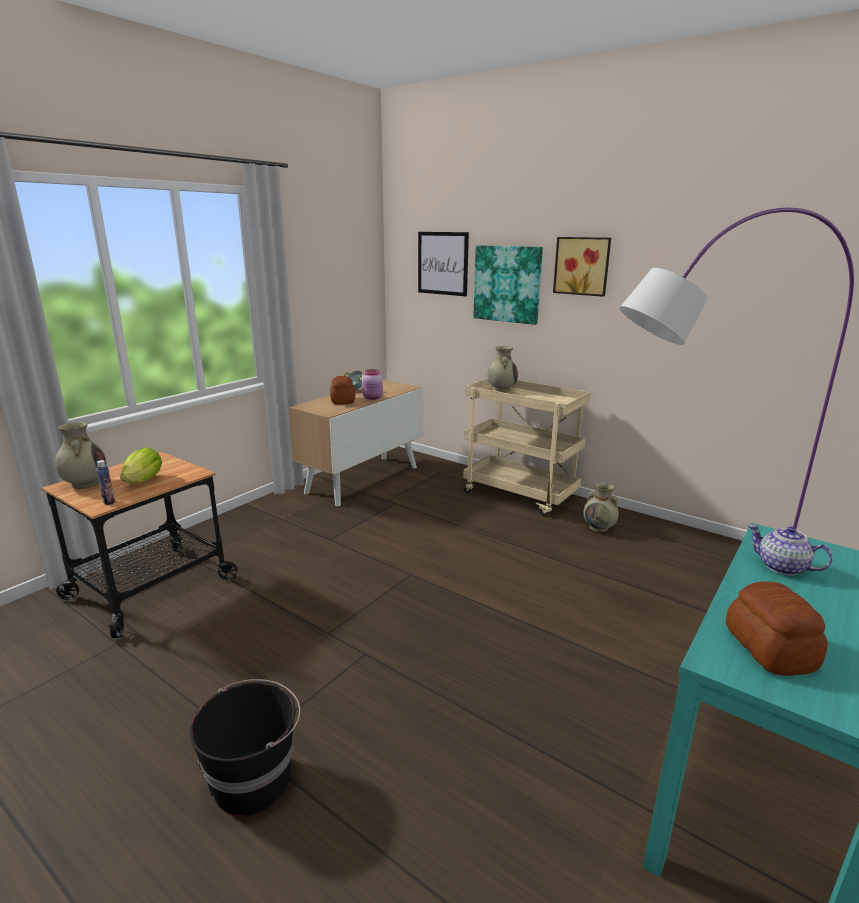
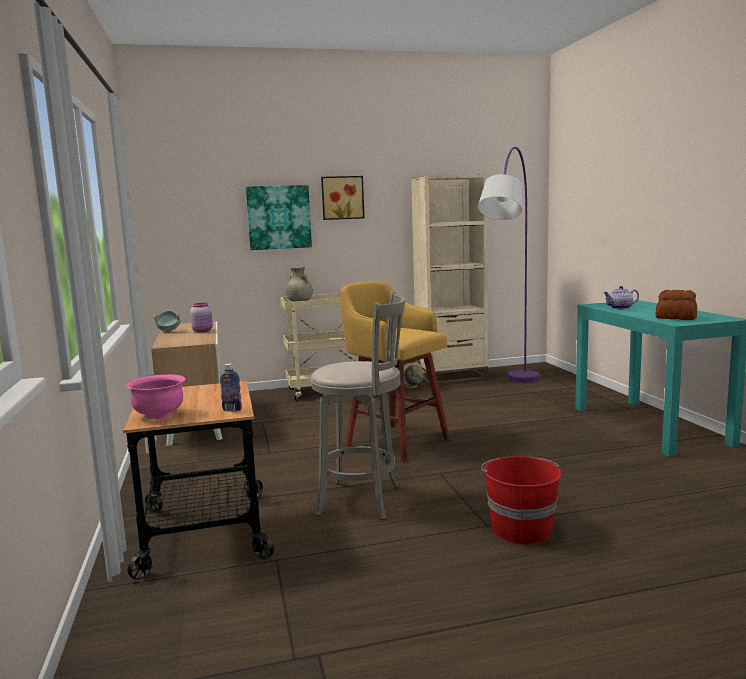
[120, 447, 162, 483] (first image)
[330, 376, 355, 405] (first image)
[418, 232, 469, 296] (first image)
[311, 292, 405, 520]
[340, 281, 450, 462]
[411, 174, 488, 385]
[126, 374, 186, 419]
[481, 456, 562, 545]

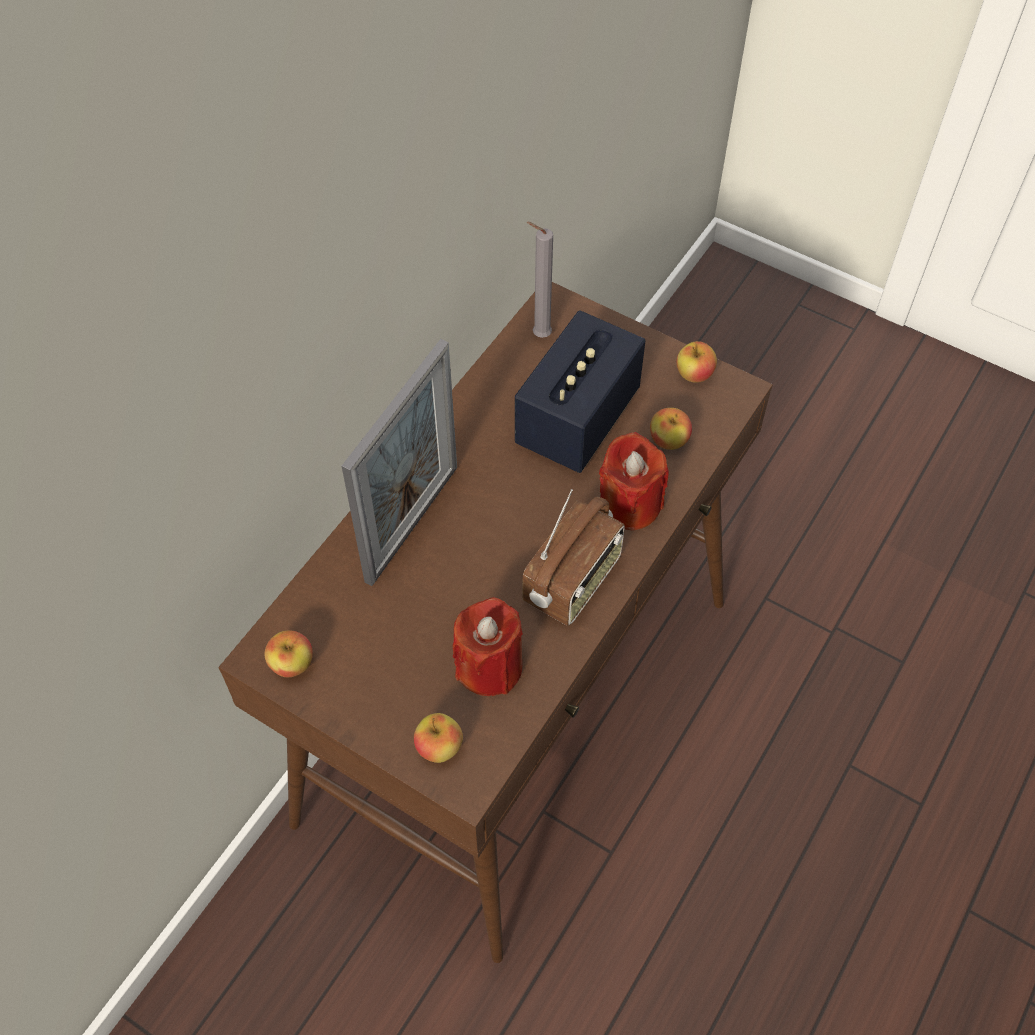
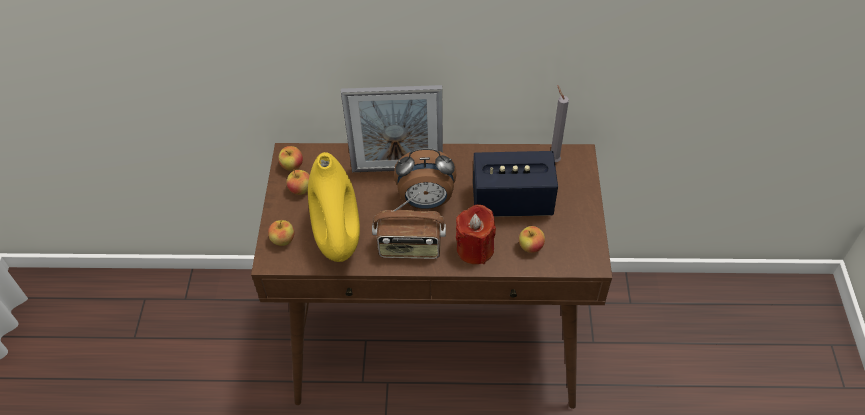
[394, 148, 456, 209]
[287, 170, 310, 195]
[308, 152, 360, 262]

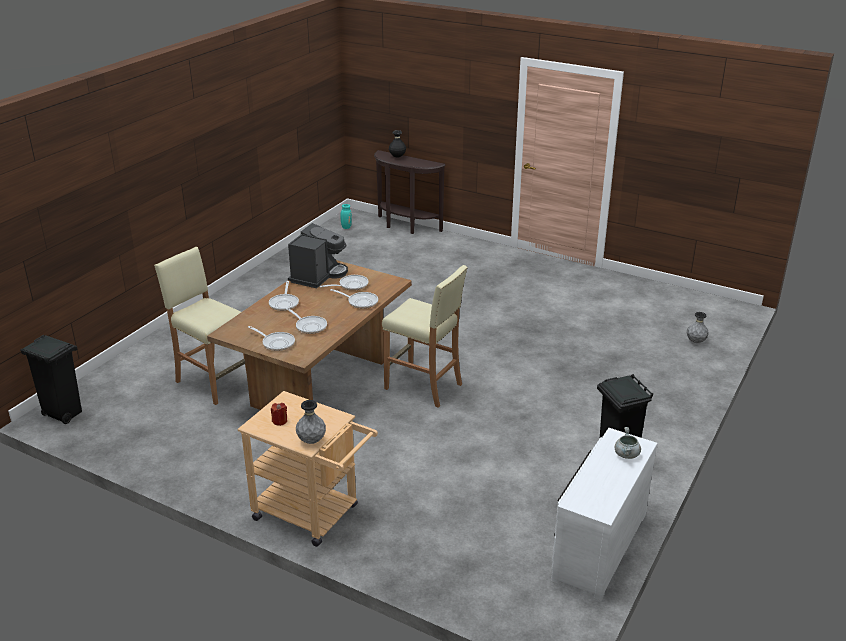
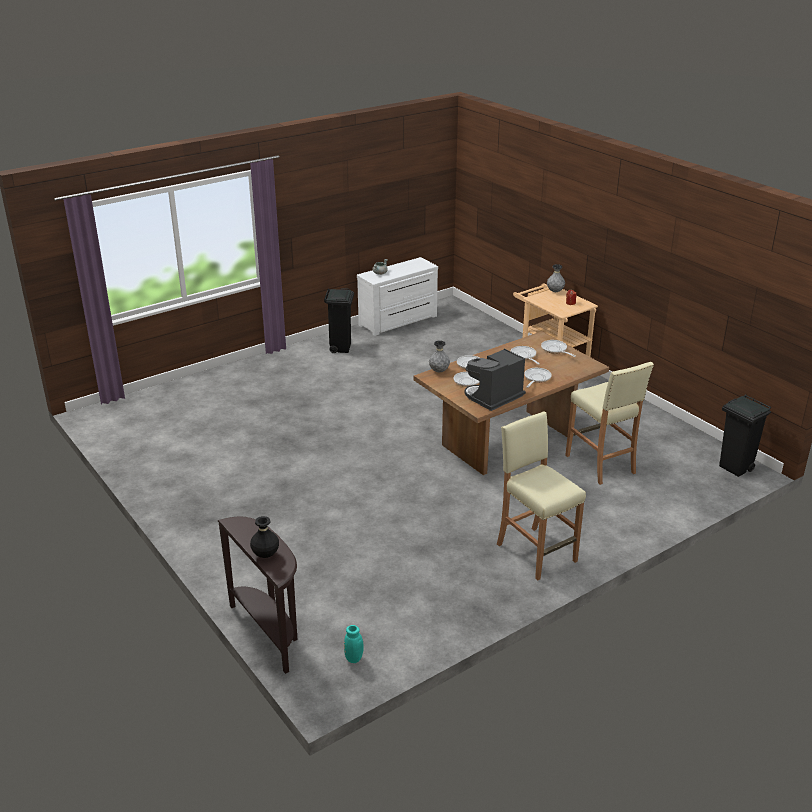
[497, 411, 586, 580]
[429, 340, 450, 372]

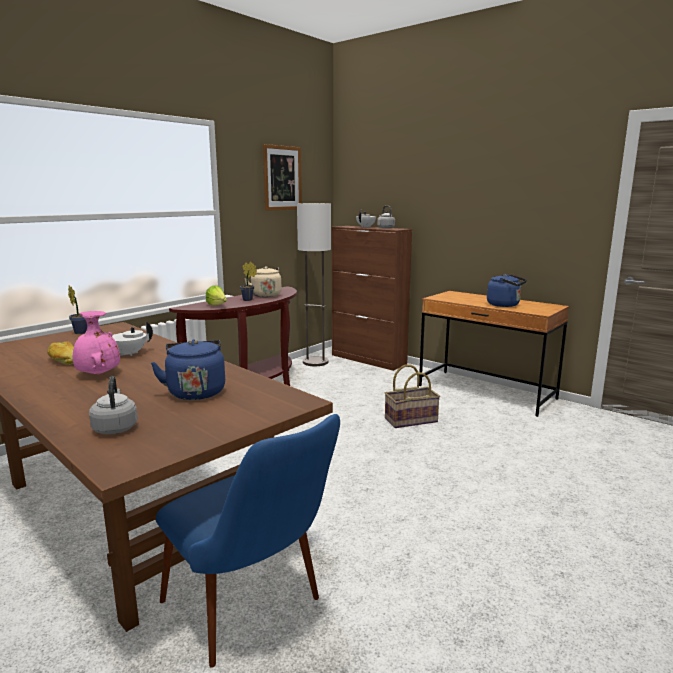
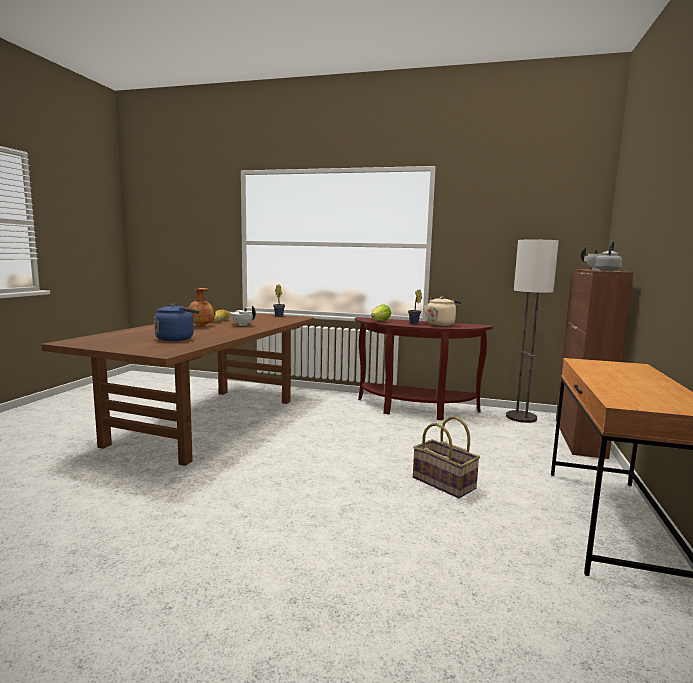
[89, 376, 138, 434] (first image)
[156, 414, 340, 668] (first image)
[263, 144, 302, 211] (first image)
[487, 274, 527, 307] (first image)
[189, 288, 216, 327]

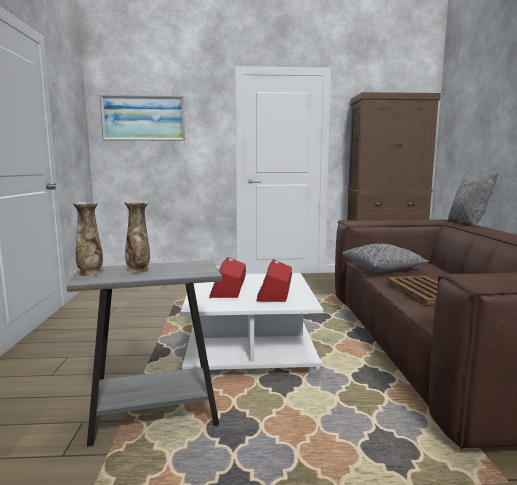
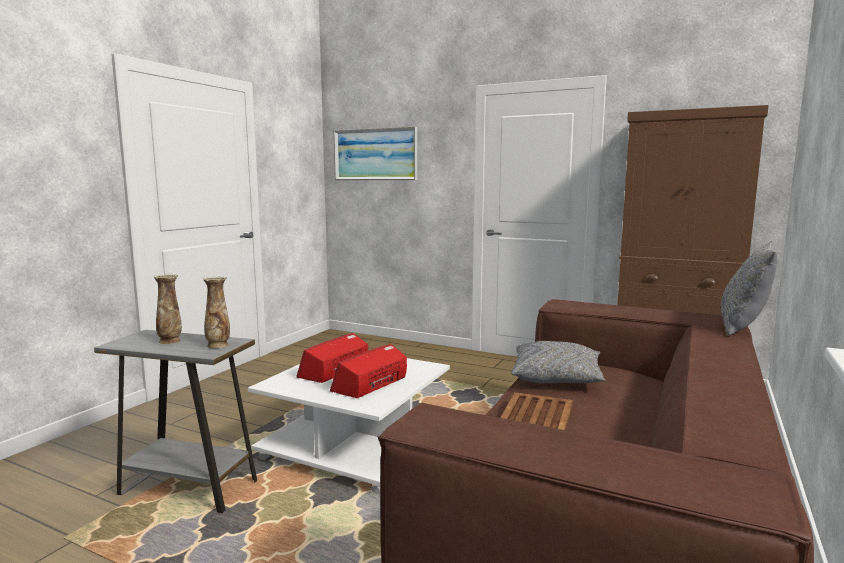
[203, 276, 230, 348]

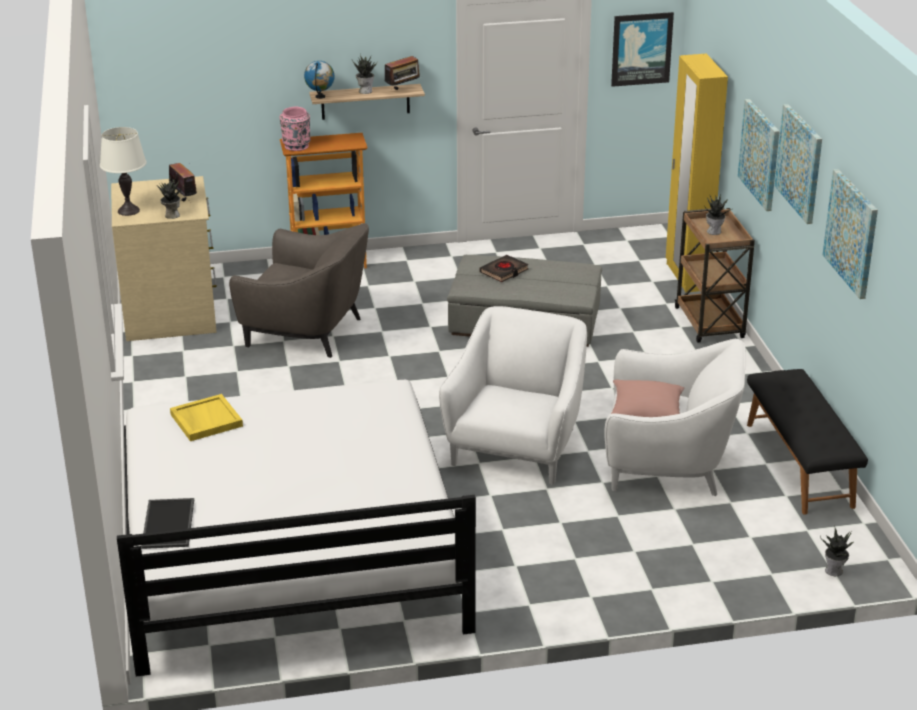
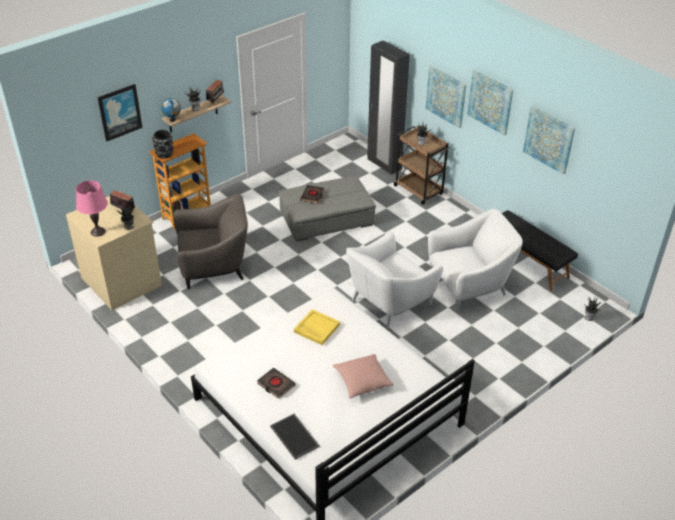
[257, 368, 295, 399]
[294, 309, 340, 345]
[97, 84, 142, 142]
[332, 354, 394, 398]
[76, 180, 108, 237]
[152, 130, 173, 159]
[367, 40, 410, 175]
[346, 231, 443, 328]

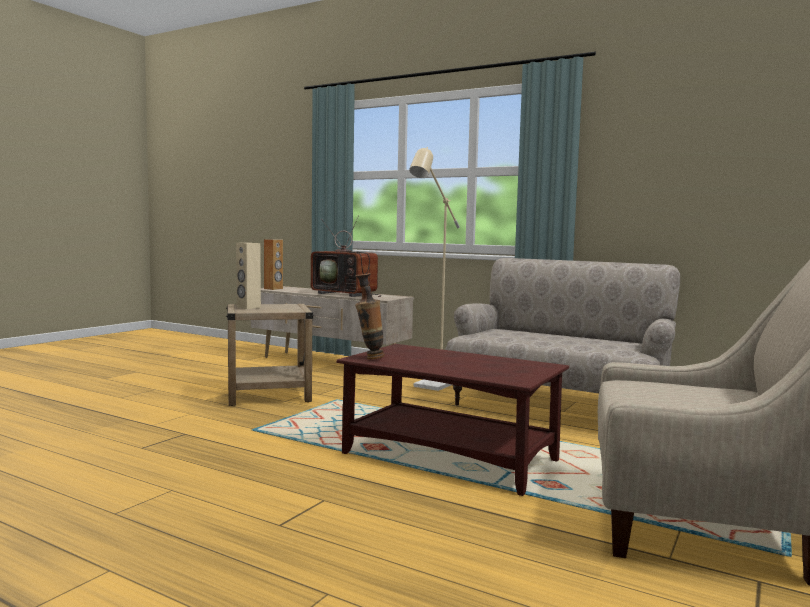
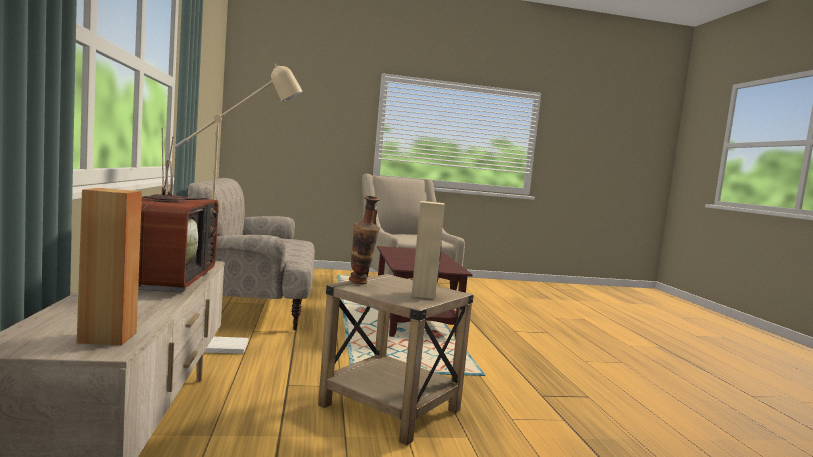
[349, 196, 380, 285]

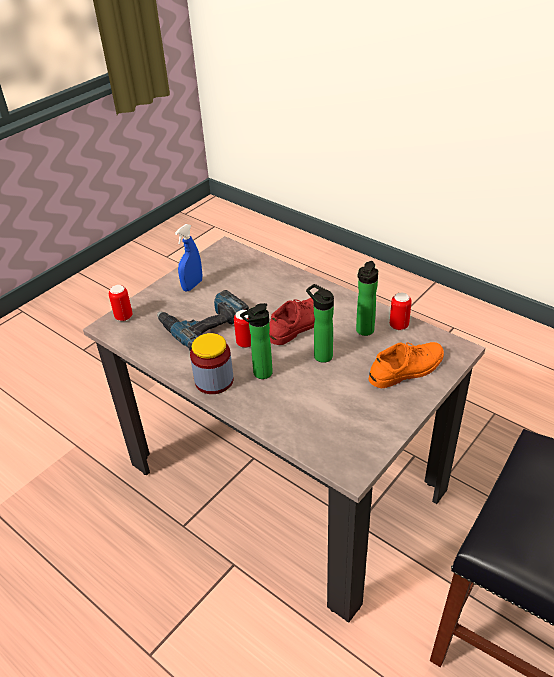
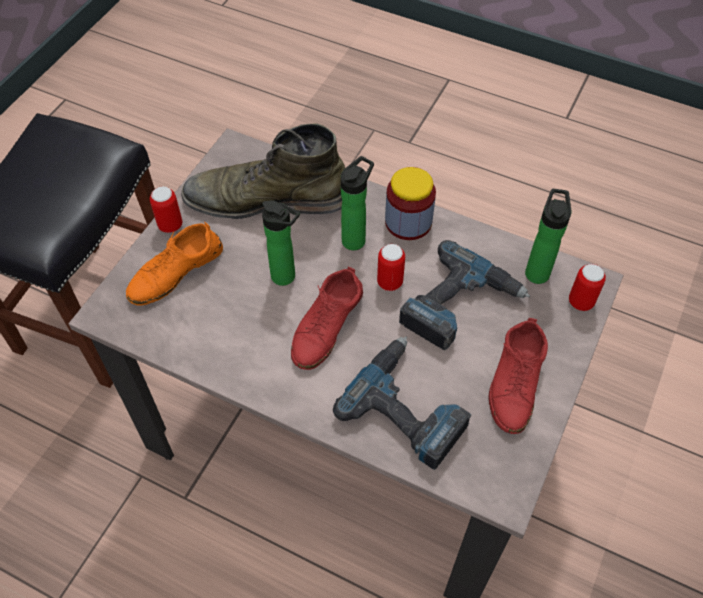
[181, 123, 345, 219]
[333, 337, 472, 470]
[525, 189, 572, 284]
[150, 186, 182, 233]
[489, 318, 548, 434]

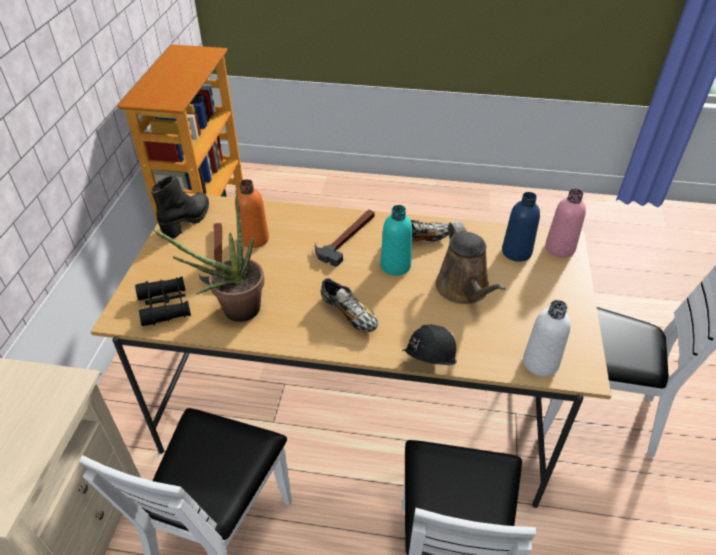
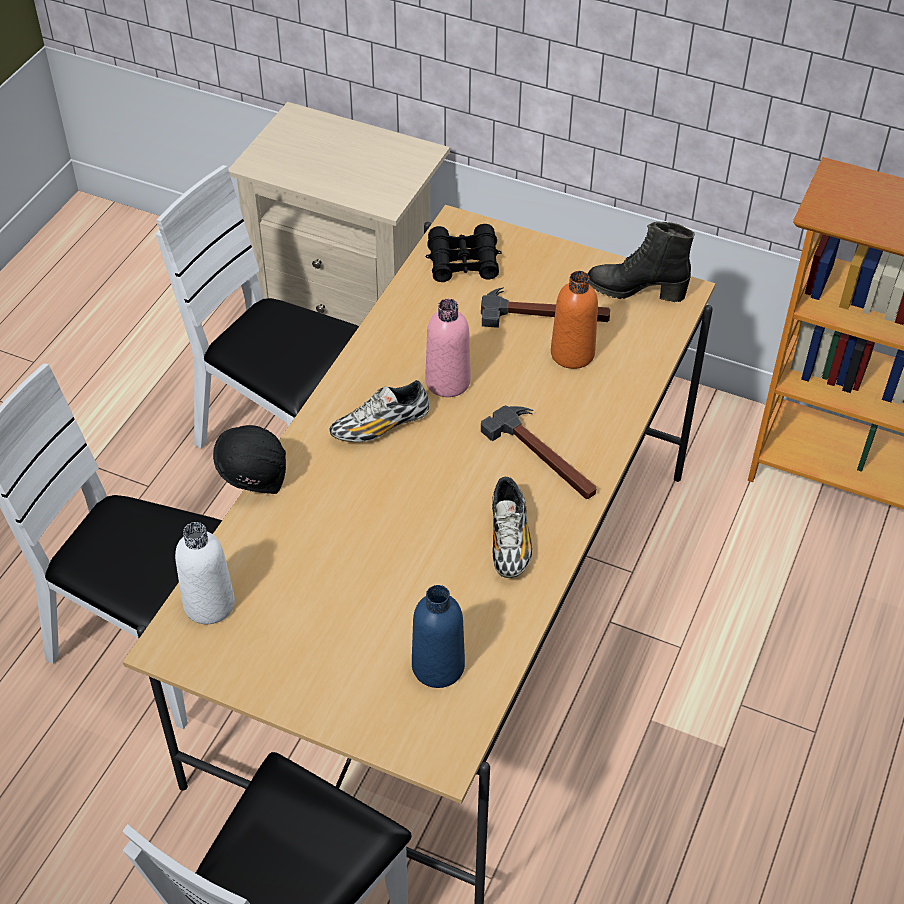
[152, 191, 265, 322] (first image)
[380, 205, 412, 276] (first image)
[435, 221, 505, 304] (first image)
[425, 299, 471, 397]
[587, 222, 695, 302]

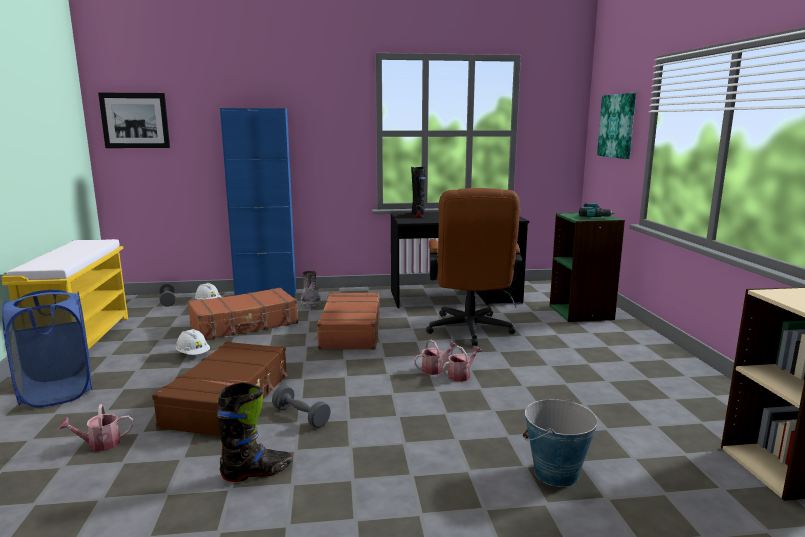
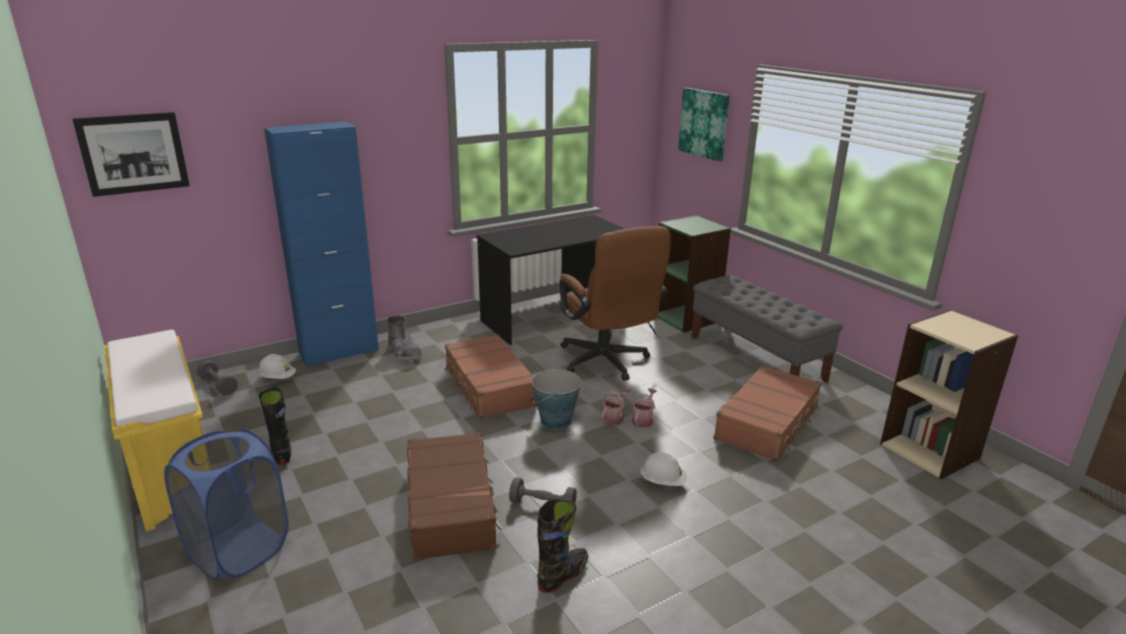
[58, 404, 133, 451] (first image)
[579, 203, 615, 217] (first image)
[691, 275, 843, 383]
[639, 452, 687, 486]
[713, 365, 821, 462]
[259, 387, 291, 465]
[531, 367, 582, 430]

